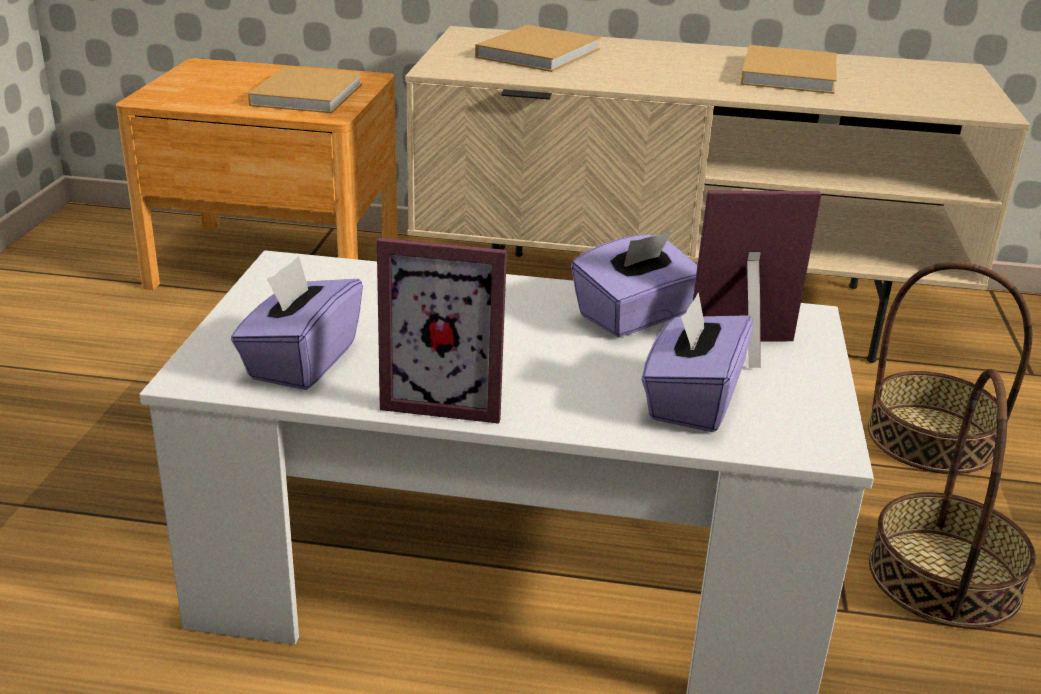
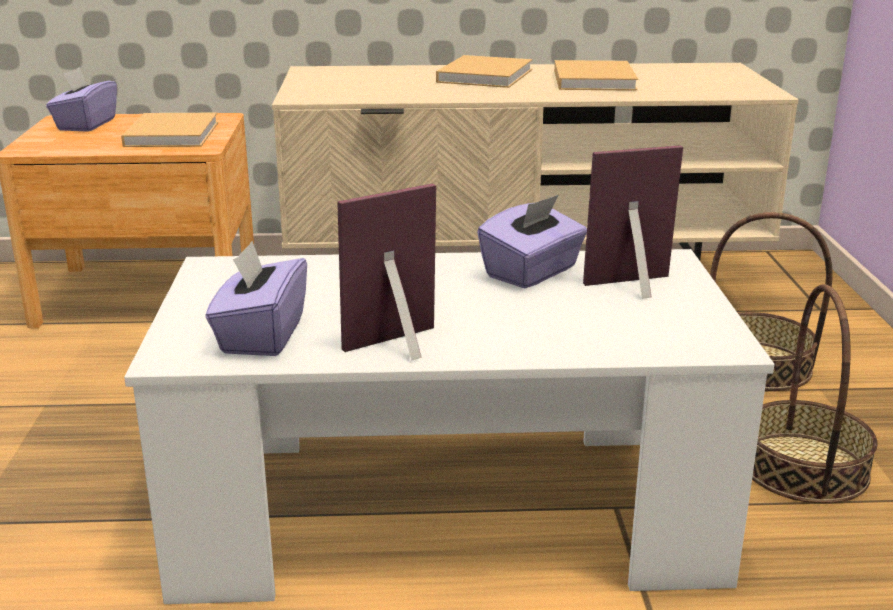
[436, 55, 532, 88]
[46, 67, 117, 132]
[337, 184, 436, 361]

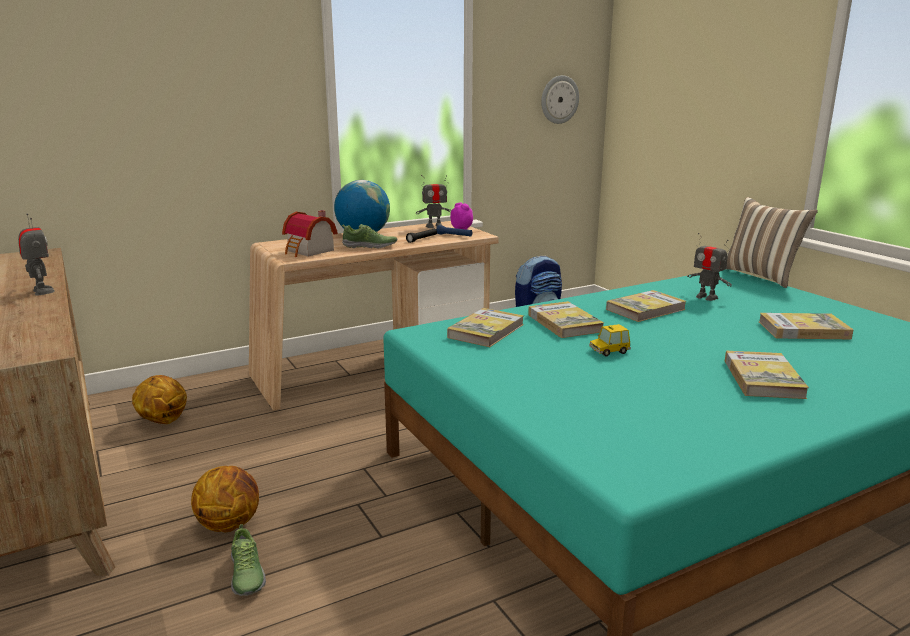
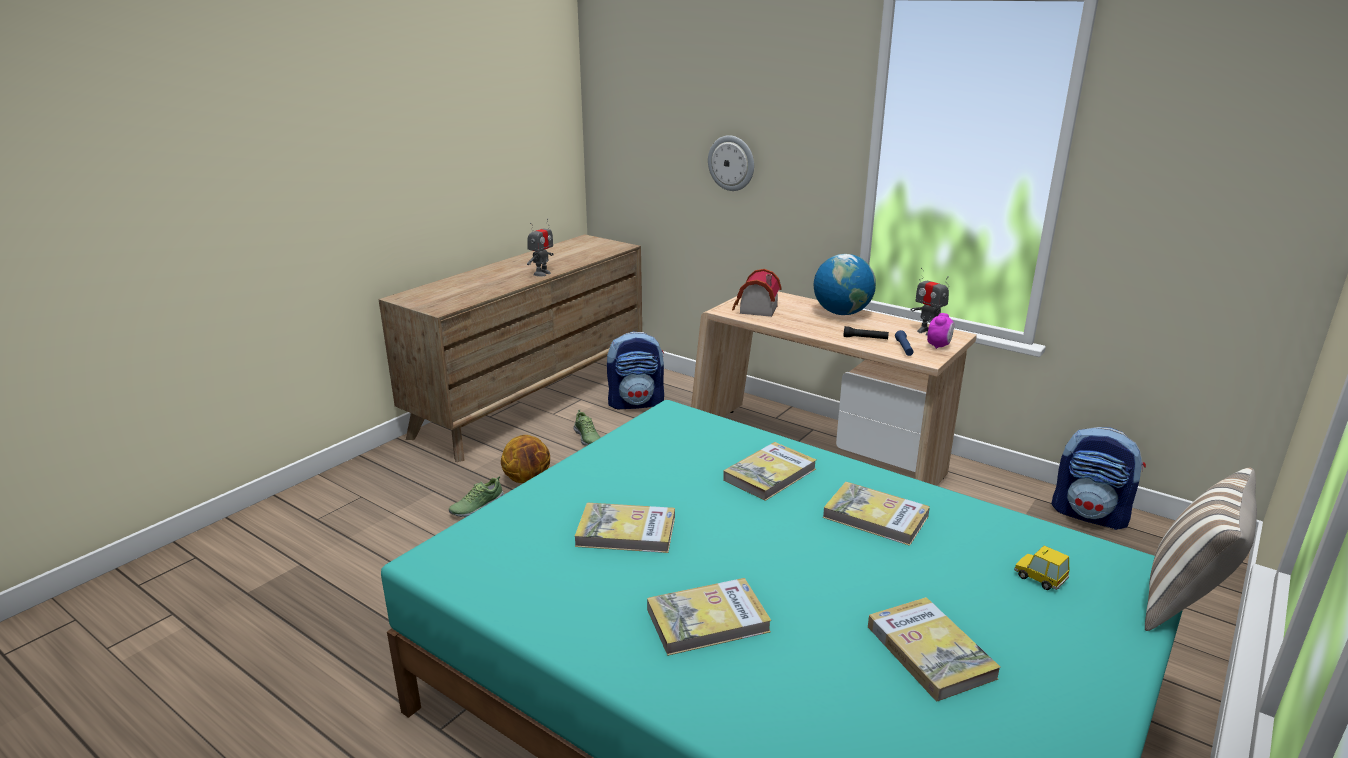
[687, 233, 732, 301] (first image)
[573, 410, 601, 446]
[575, 503, 675, 553]
[708, 135, 754, 191]
[1014, 545, 1069, 590]
[607, 331, 664, 409]

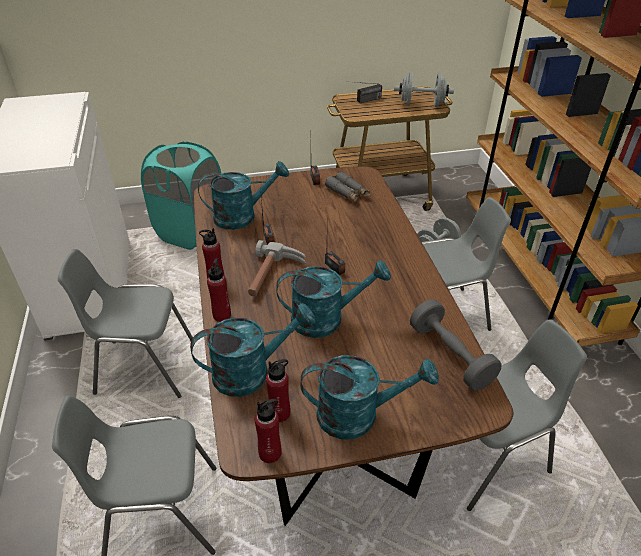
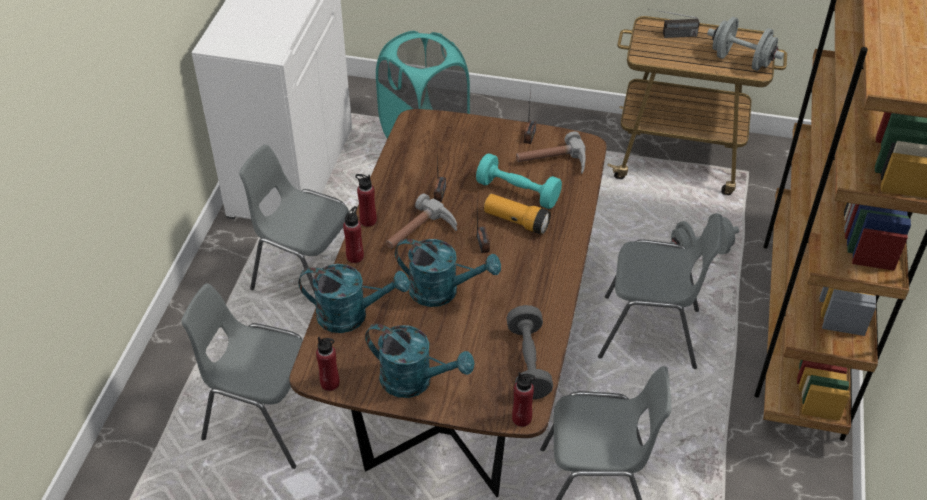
[198, 161, 289, 230] (first image)
[476, 153, 562, 209]
[484, 194, 551, 235]
[512, 372, 535, 427]
[516, 131, 586, 174]

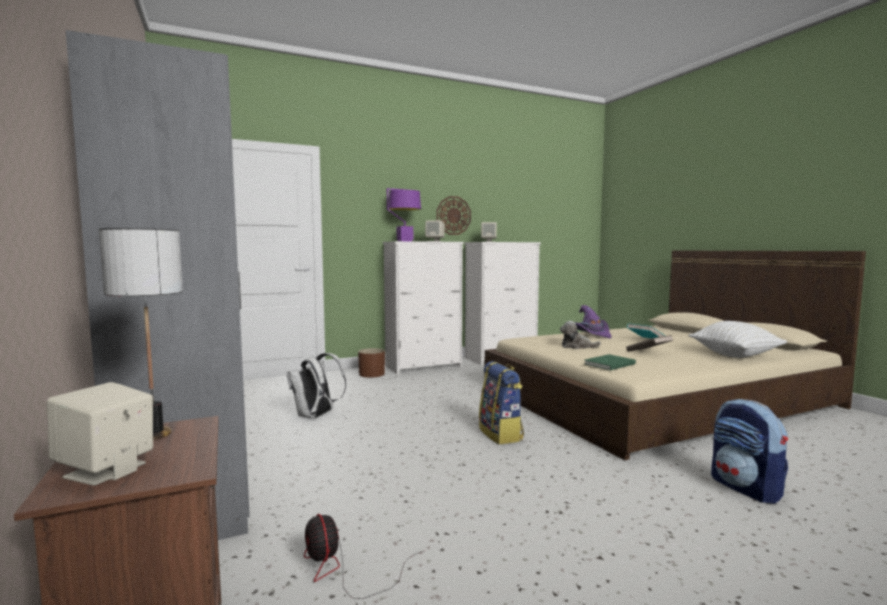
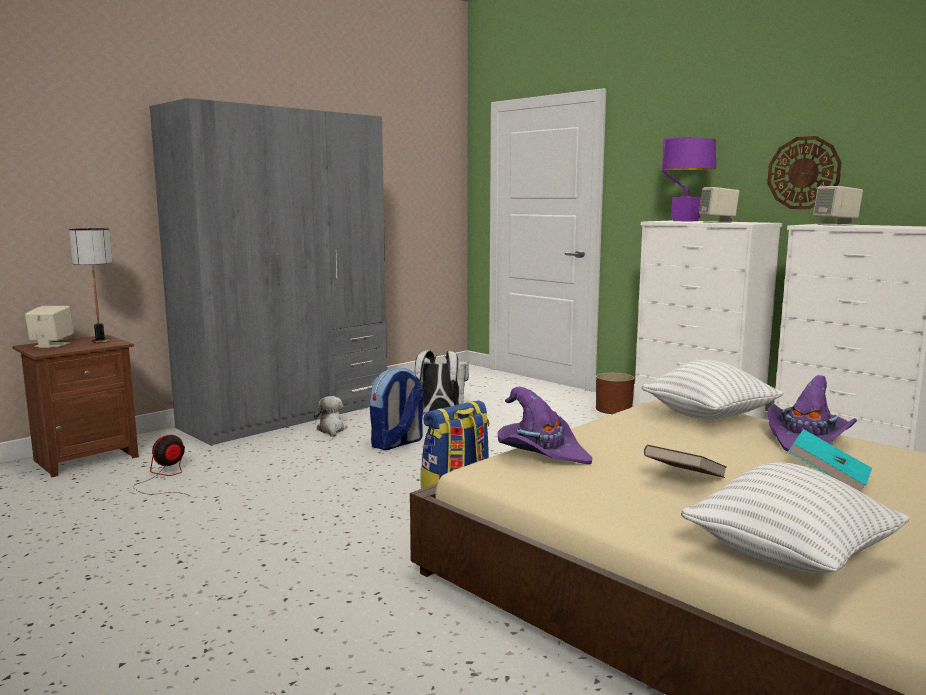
[642, 360, 784, 419]
[314, 396, 347, 437]
[370, 368, 423, 450]
[498, 387, 592, 464]

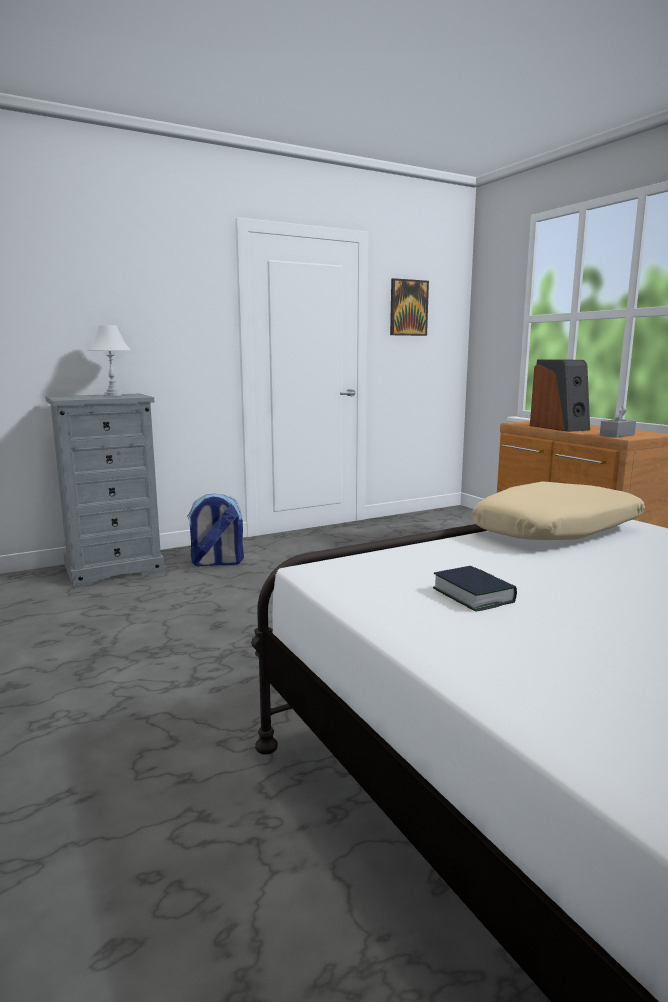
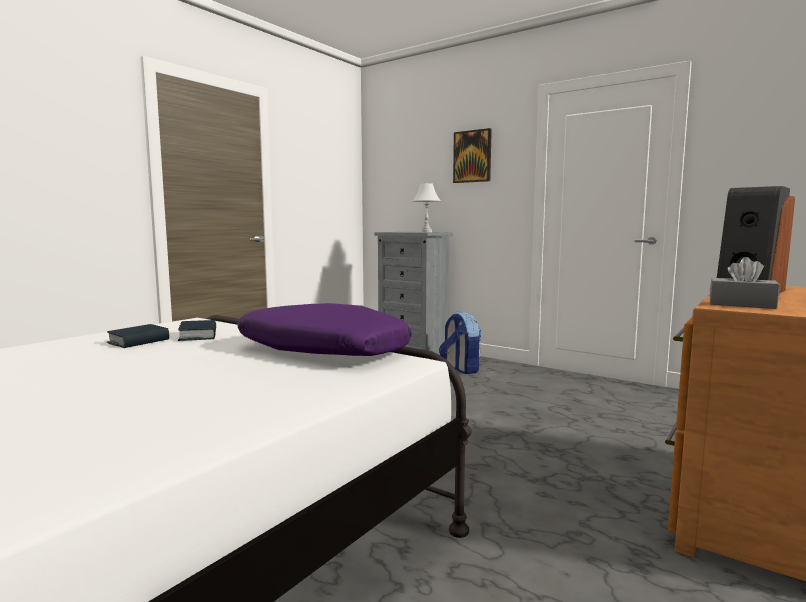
[178, 320, 216, 341]
[453, 128, 492, 183]
[237, 303, 412, 356]

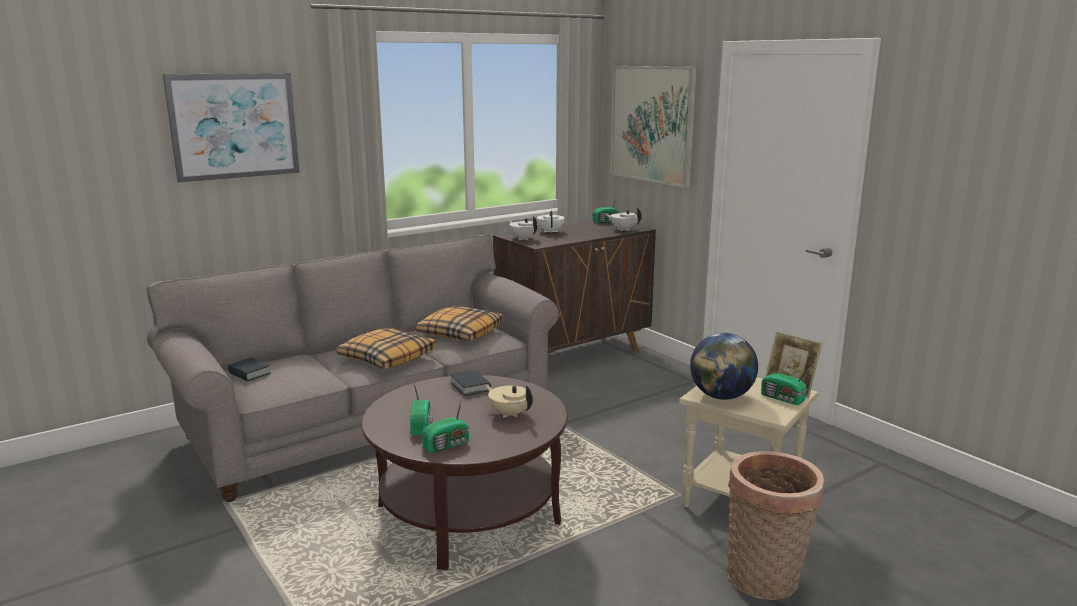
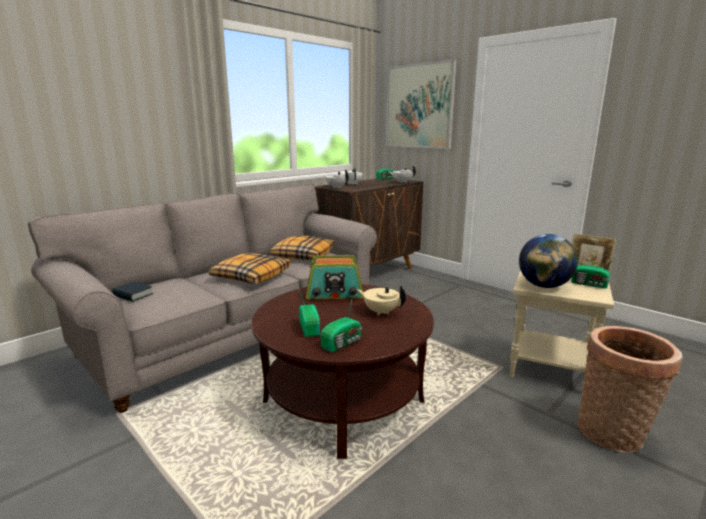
[163, 73, 300, 183] (first image)
[306, 255, 363, 299]

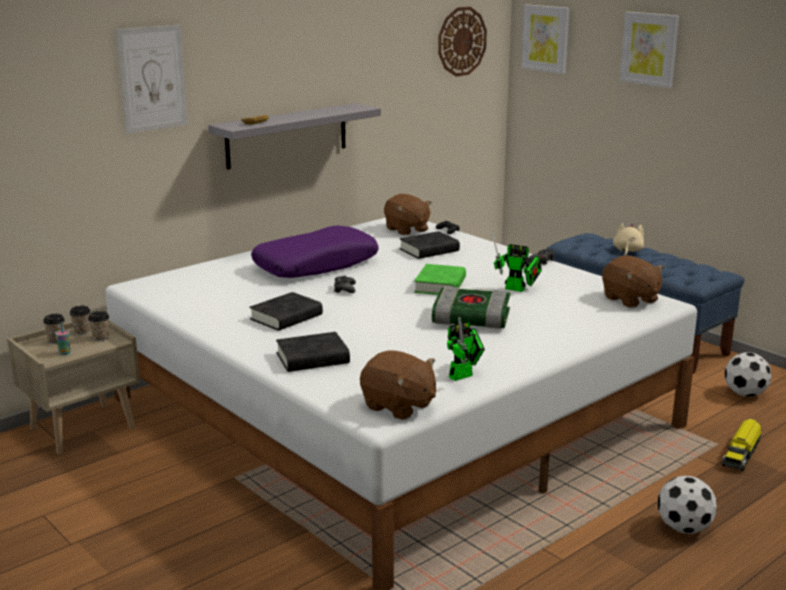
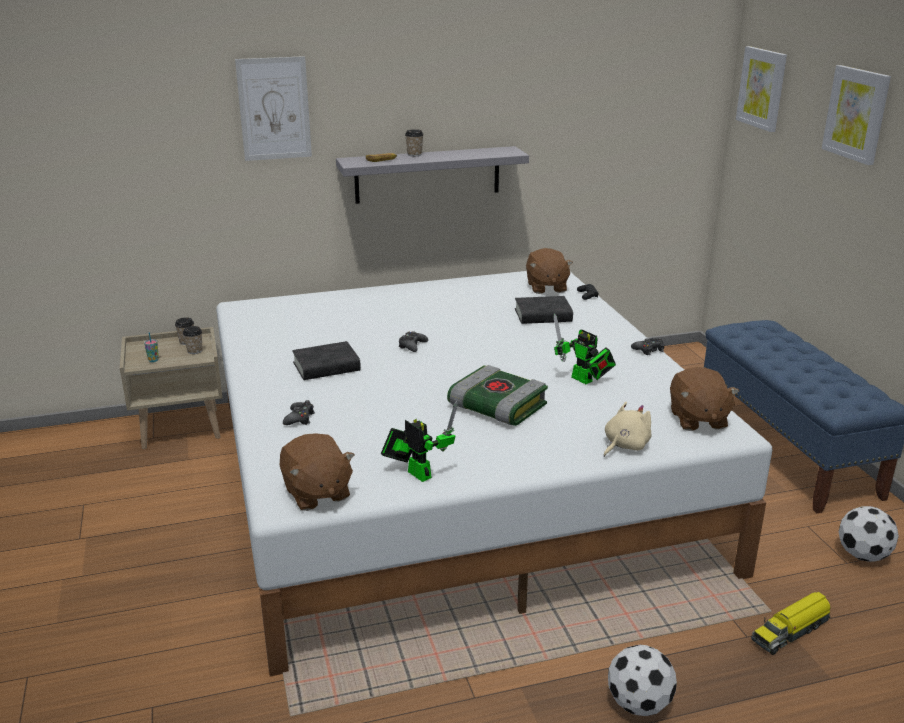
[251, 226, 379, 278] (first image)
[414, 264, 466, 295] (first image)
[438, 7, 487, 77] (first image)
[405, 129, 423, 156]
[604, 402, 652, 457]
[283, 400, 315, 425]
[381, 401, 458, 482]

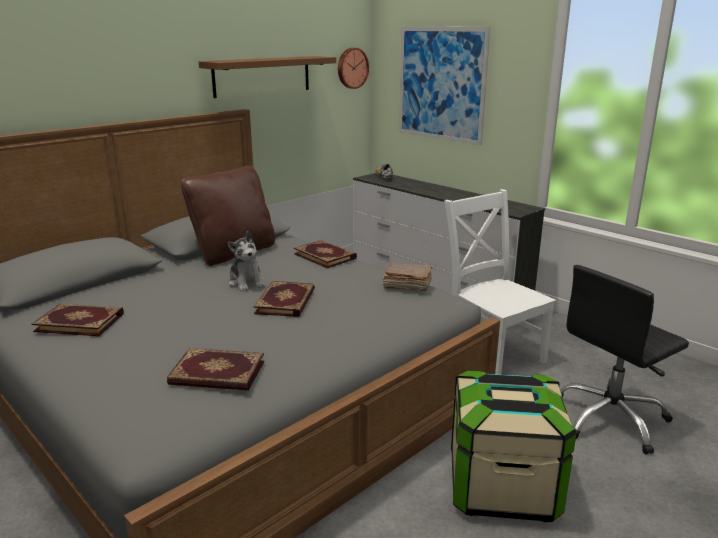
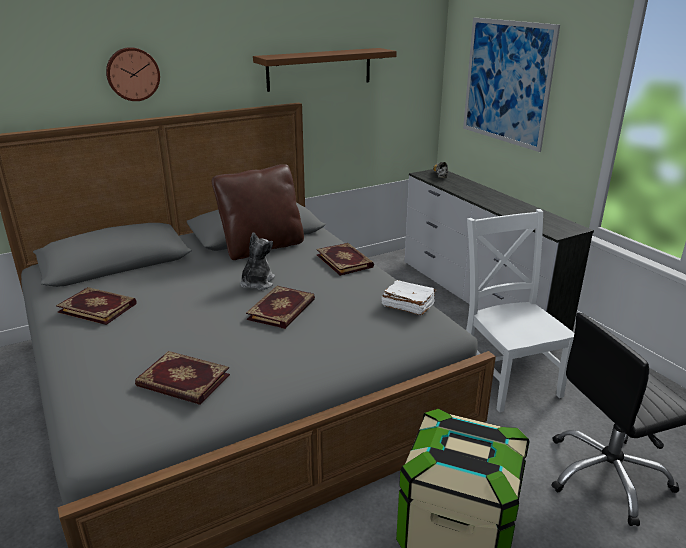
[106, 47, 160, 101]
[382, 280, 436, 315]
[240, 232, 275, 290]

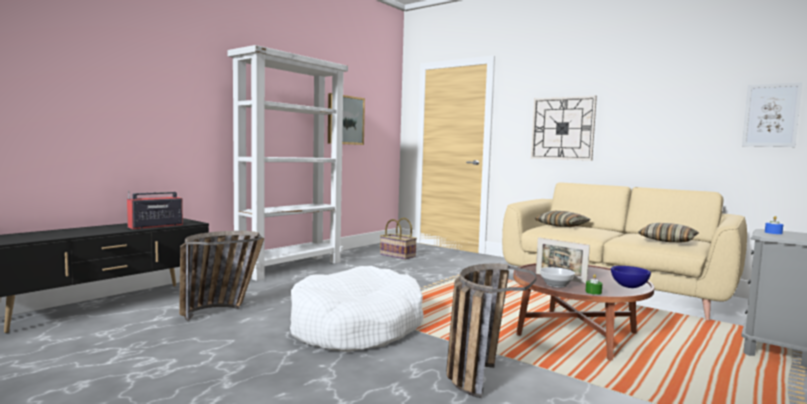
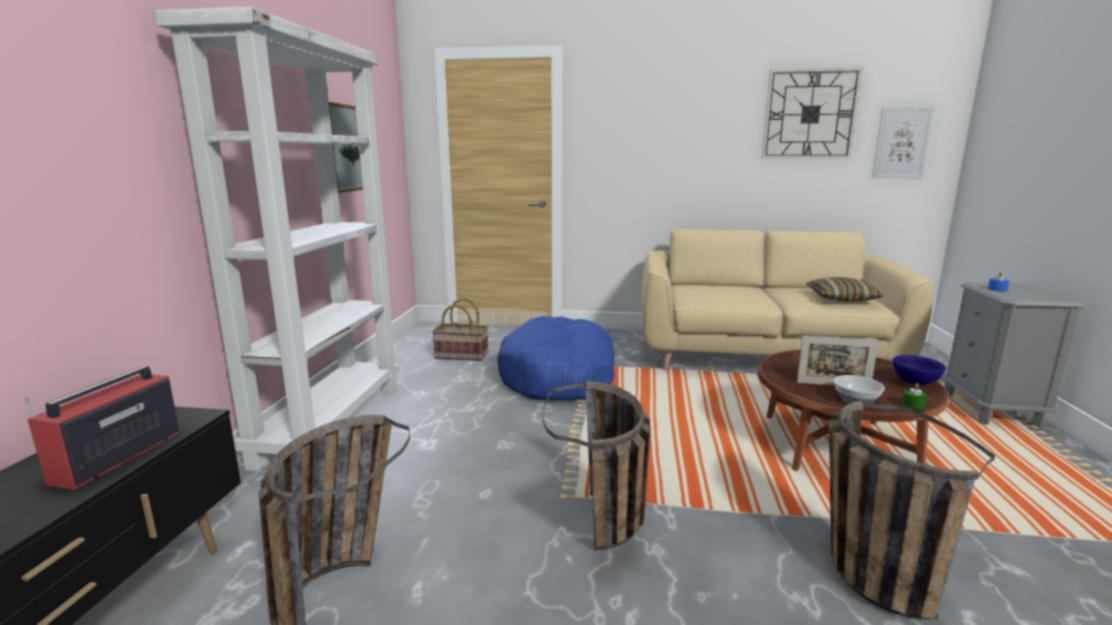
[535, 211, 591, 227] (first image)
[497, 316, 615, 400]
[762, 67, 863, 159]
[542, 381, 651, 550]

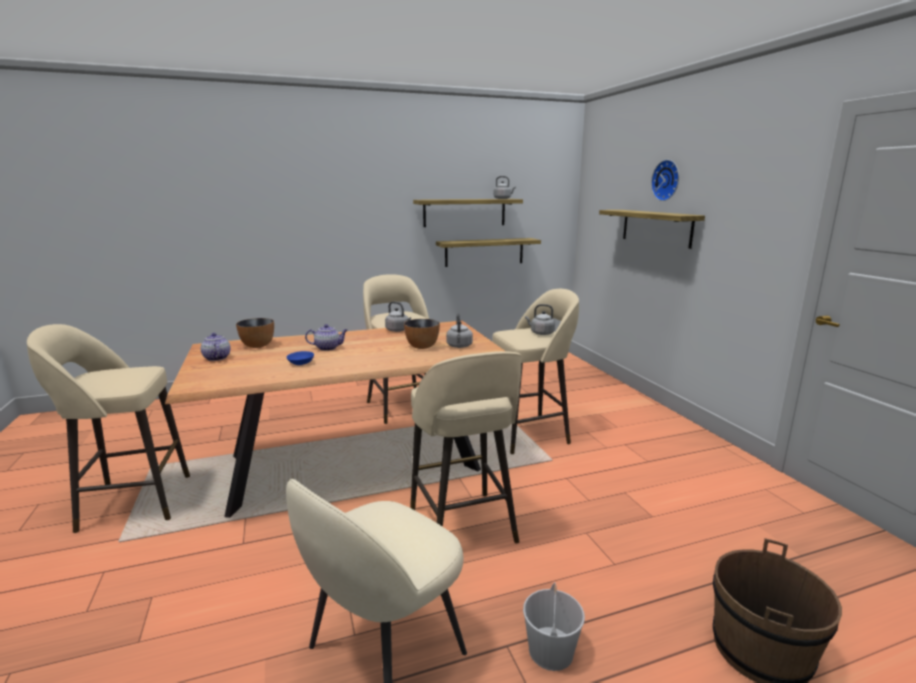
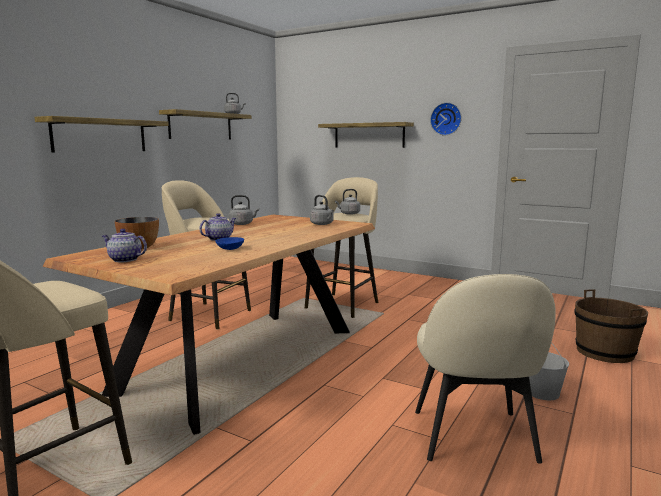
[404, 319, 440, 349] (first image)
[410, 351, 521, 543] (first image)
[35, 116, 169, 152]
[430, 102, 462, 136]

